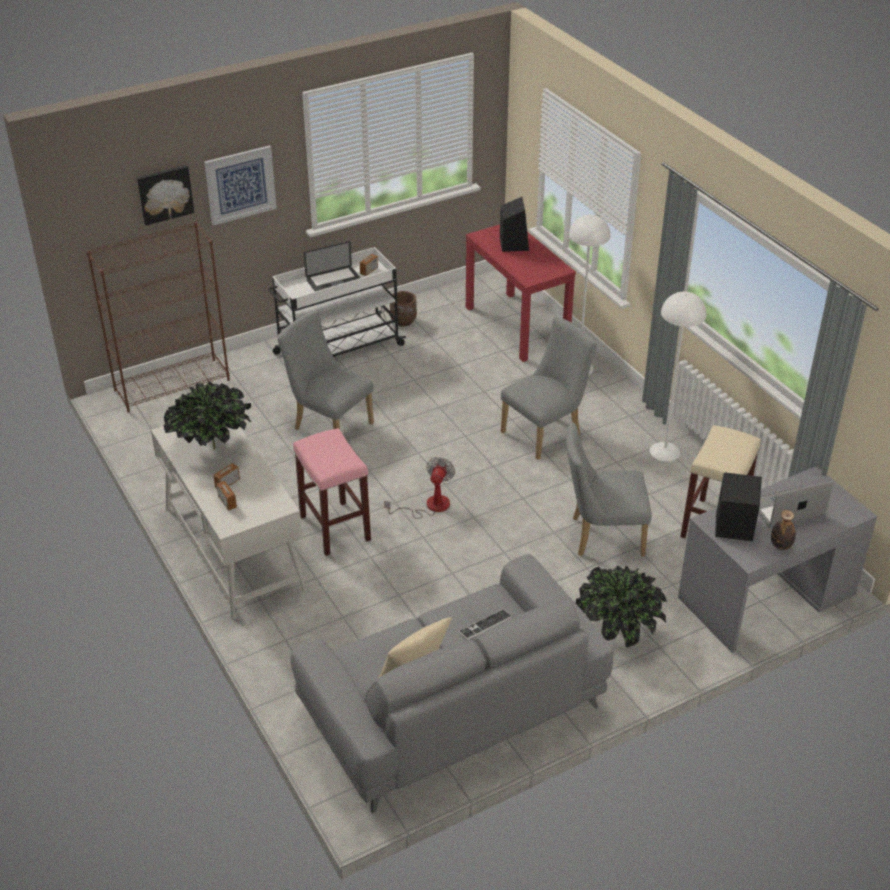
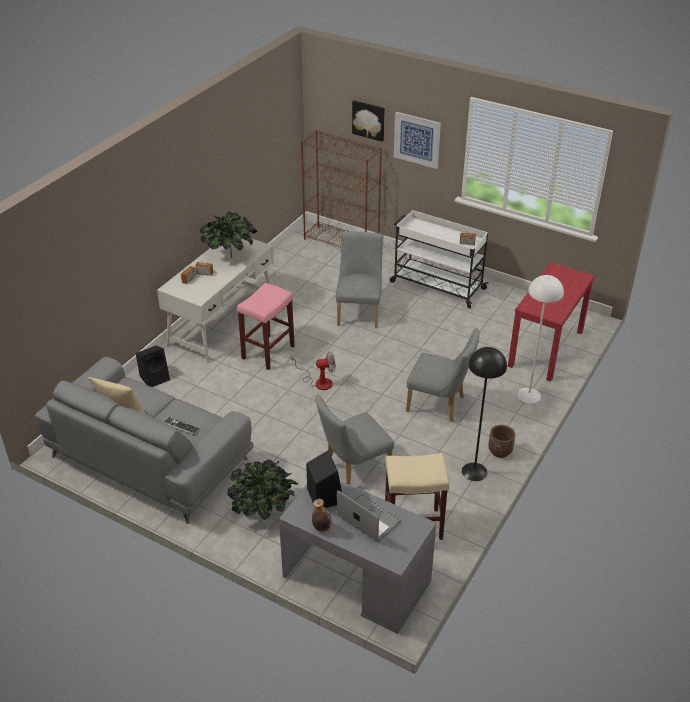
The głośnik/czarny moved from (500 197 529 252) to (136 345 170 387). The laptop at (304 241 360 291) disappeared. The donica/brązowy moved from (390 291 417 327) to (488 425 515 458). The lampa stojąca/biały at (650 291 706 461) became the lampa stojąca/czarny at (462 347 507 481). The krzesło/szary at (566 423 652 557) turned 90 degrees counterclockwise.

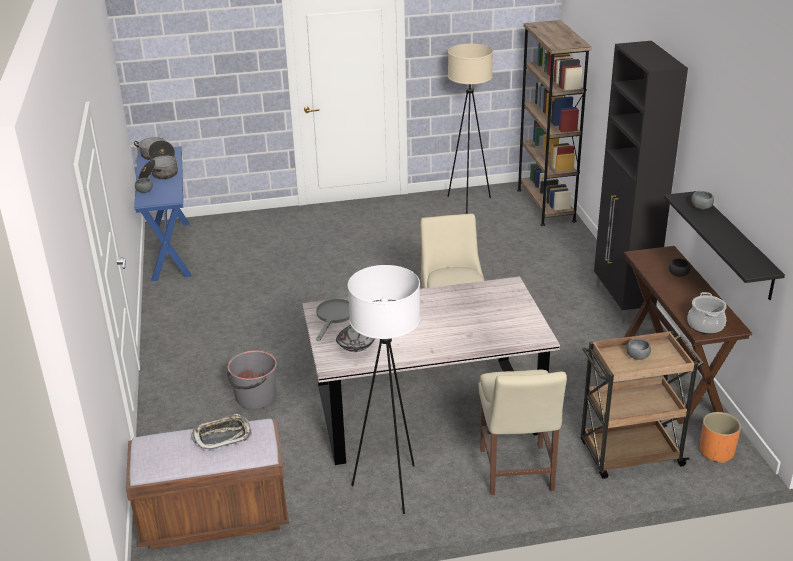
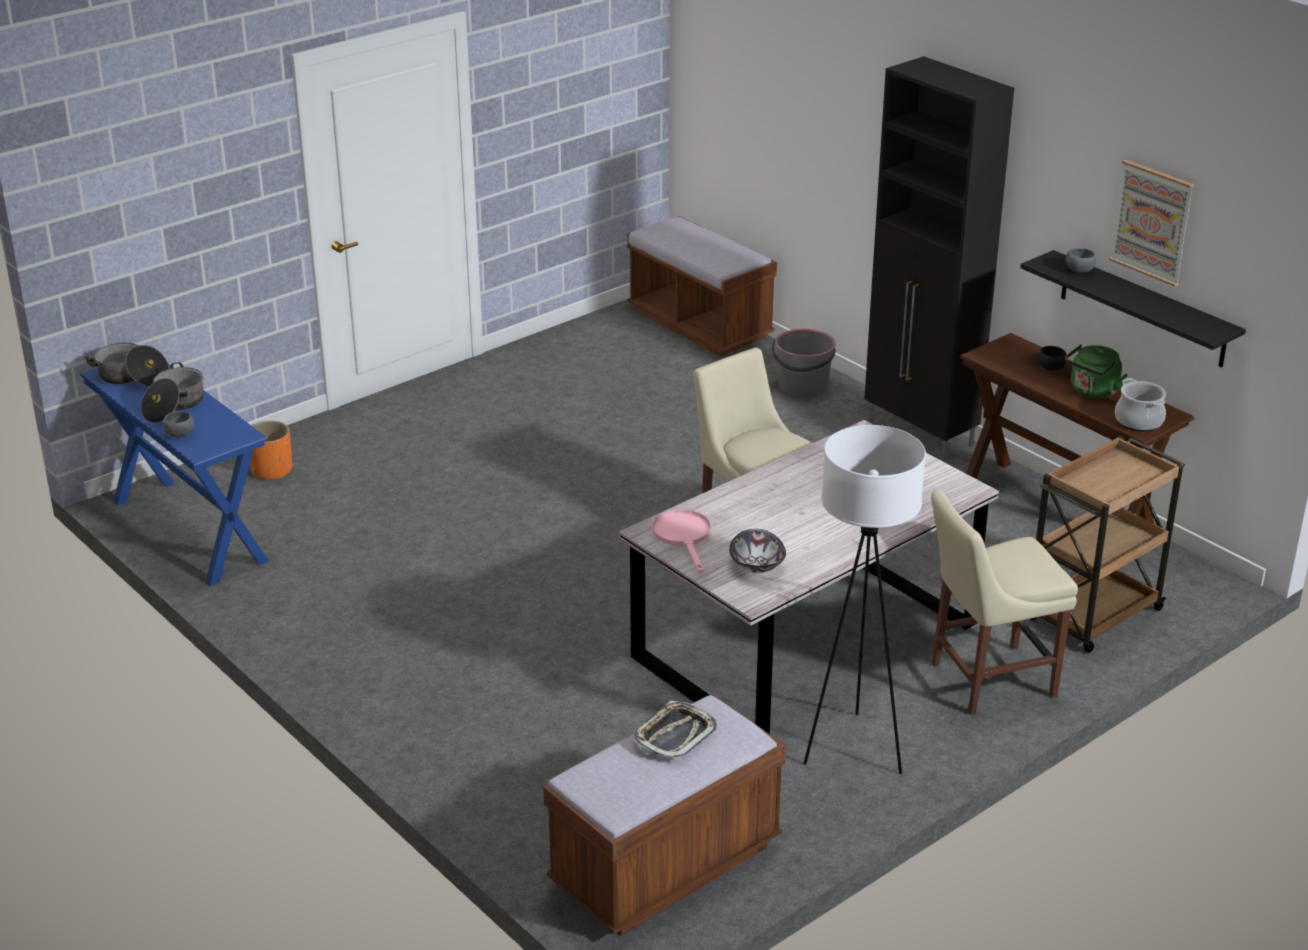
The regał/brązowy at (517 20 592 226) was replaced by the ławka/brązowy at (627 216 777 356). The lampa stojąca/beżowy at (448 44 493 214) disappeared. The patelnia/szary at (316 299 350 341) became the patelnia/różowy at (652 510 711 573). The miska/szary at (627 338 651 360) disappeared. The wiadro/szary moved from (227 350 277 409) to (772 329 836 398). The krzesło/beżowy at (478 370 567 495) turned 105 degrees clockwise. The donica/pomarańczowy moved from (700 412 741 463) to (250 421 292 479). The obraz at (1109 160 1194 287) appeared. The czajnik/zielony at (1065 344 1128 398) appeared.

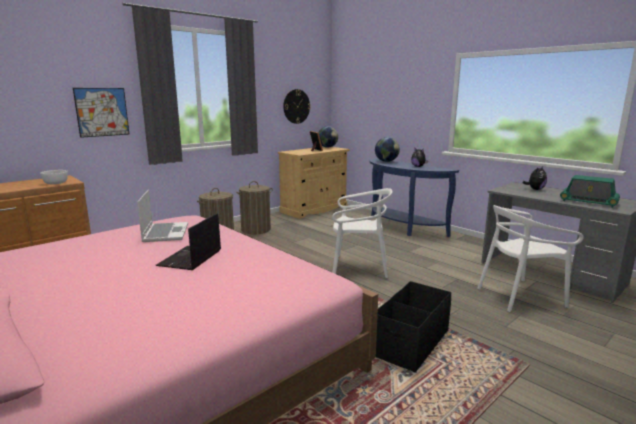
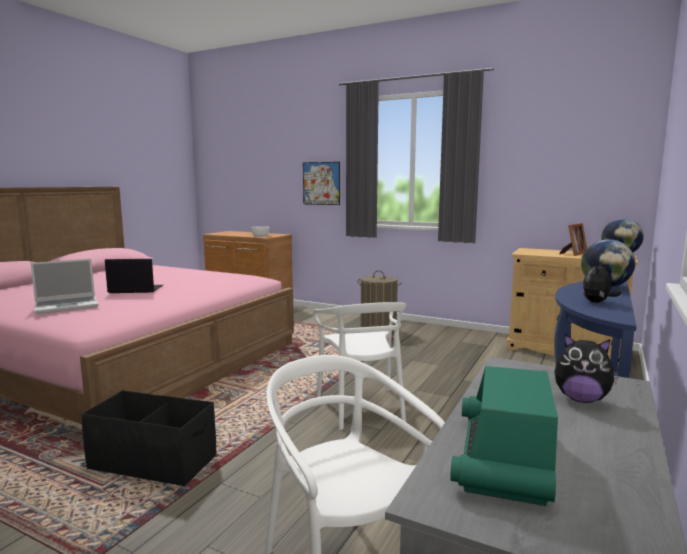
The zegar ścienny at (283 89 311 124) disappeared. The kosz na pranie at (236 181 273 234) disappeared. The laptop moved from (137 190 188 242) to (31 259 99 314).

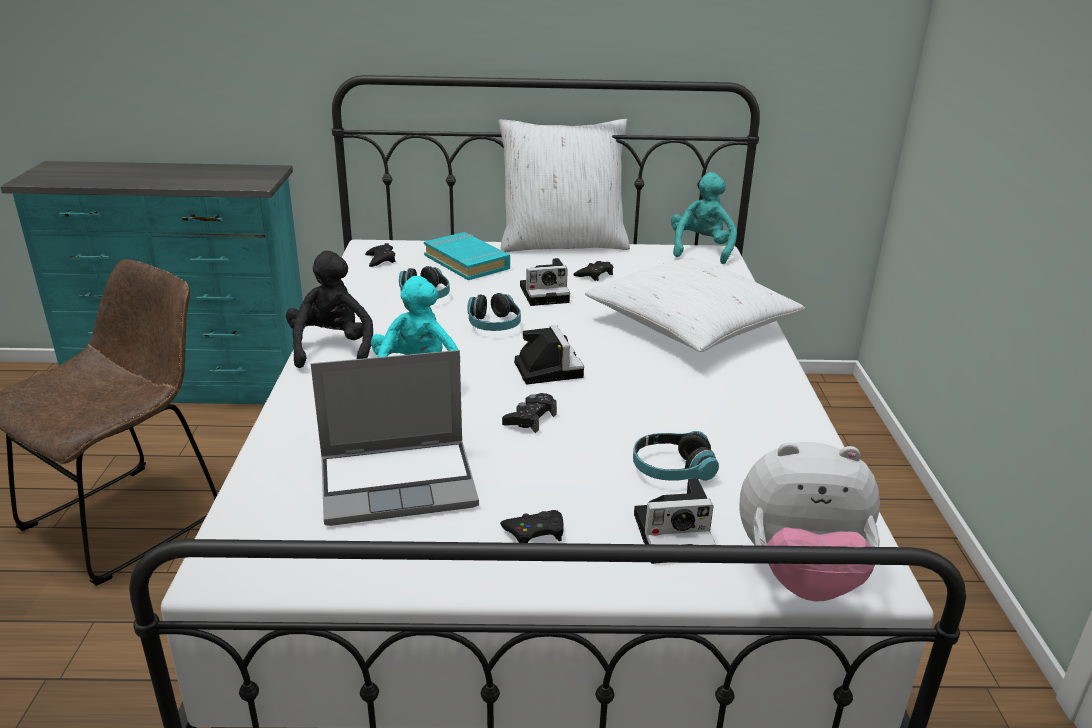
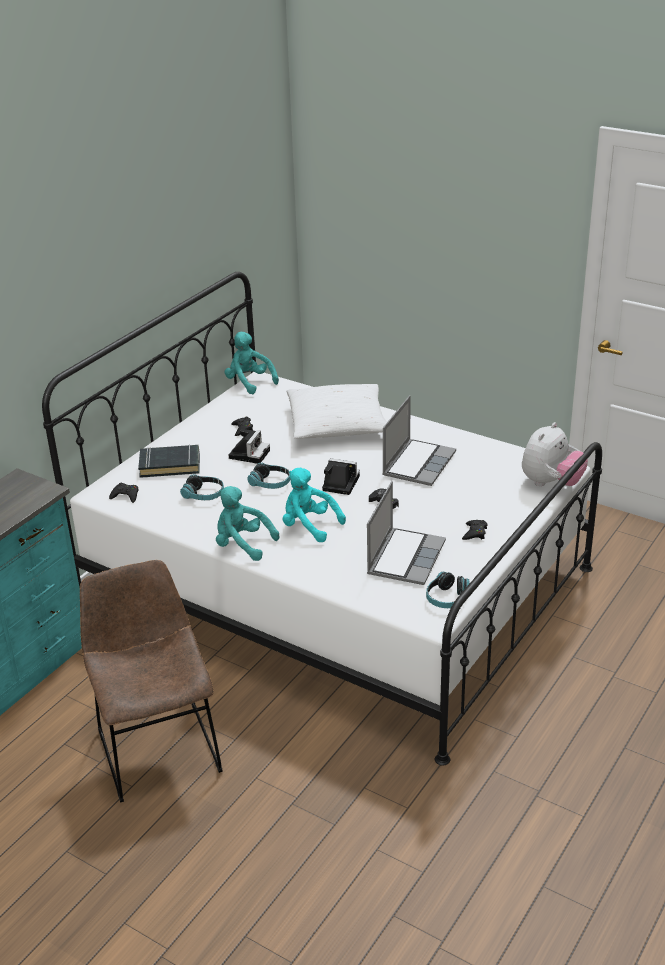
The poduszka/biały at (498 119 630 253) disappeared. The książka/turkusowy at (424 232 510 280) became the książka/czarny at (138 444 200 478). The pluszak/czarny at (286 251 373 368) became the pluszak/turkusowy at (216 486 279 561). The słuchawki moved from (633 431 719 481) to (426 572 469 608). The aparat fotograficzny at (634 478 716 564) disappeared. The laptop at (382 395 456 486) appeared.

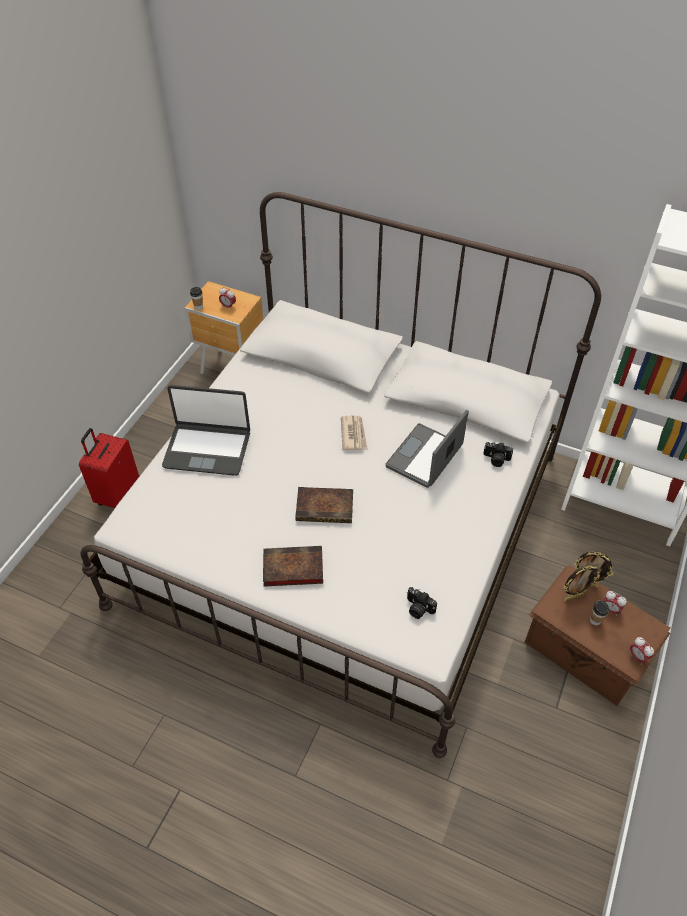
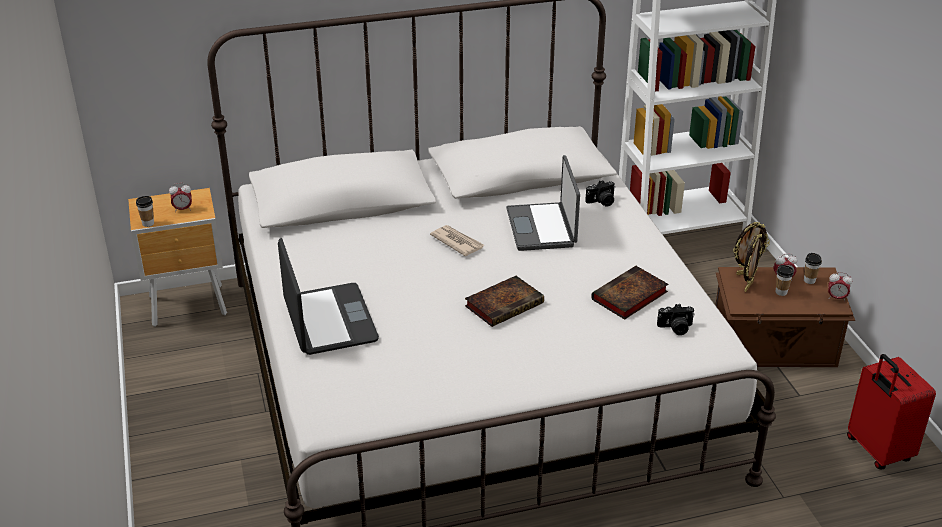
The laptop at (162 385 250 476) turned 75 degrees counterclockwise. The walizka/czerwony moved from (79 428 139 508) to (847 354 936 469). The książka moved from (263 546 323 587) to (591 266 668 320). The filiżanka at (804 253 822 284) appeared.

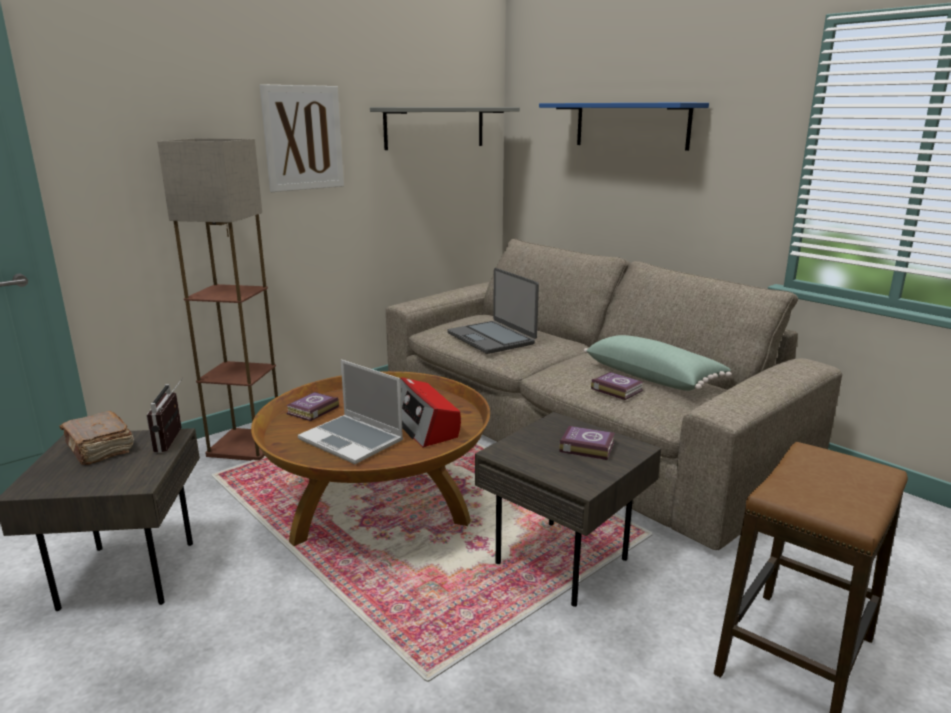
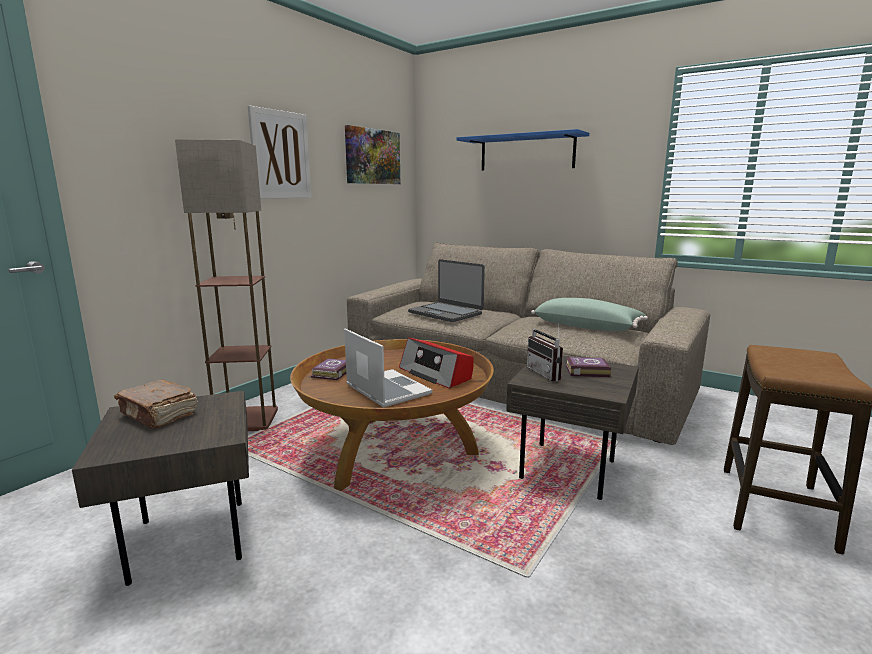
The półka/szary at (370 107 520 150) was replaced by the obraz at (345 125 400 184). The laptop at (298 360 403 464) turned 150 degrees counterclockwise. The książka at (591 372 643 400) disappeared. The radio moved from (146 378 183 453) to (527 320 563 382).

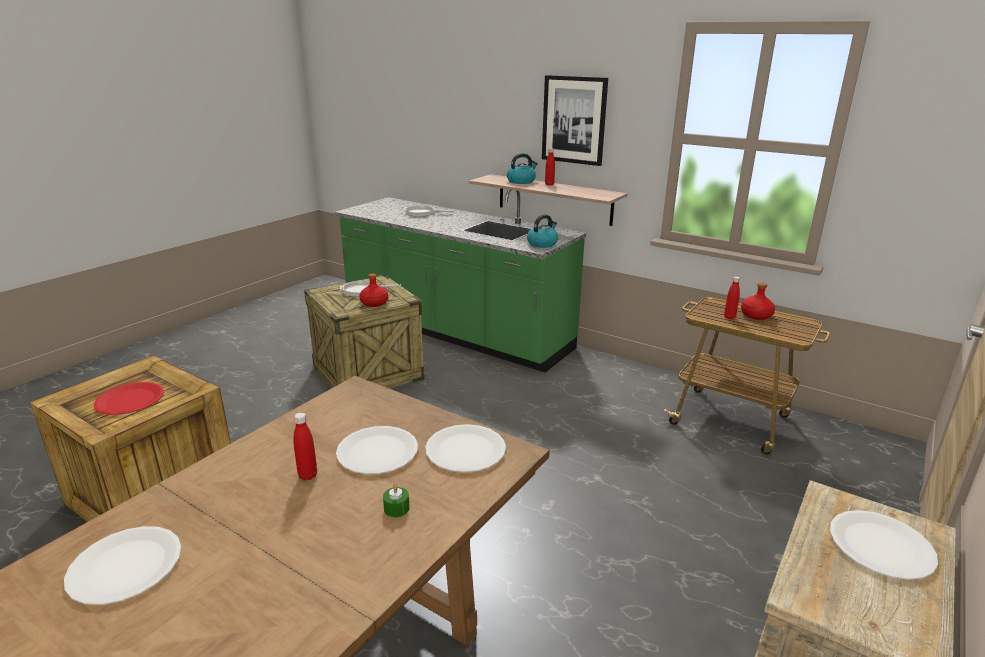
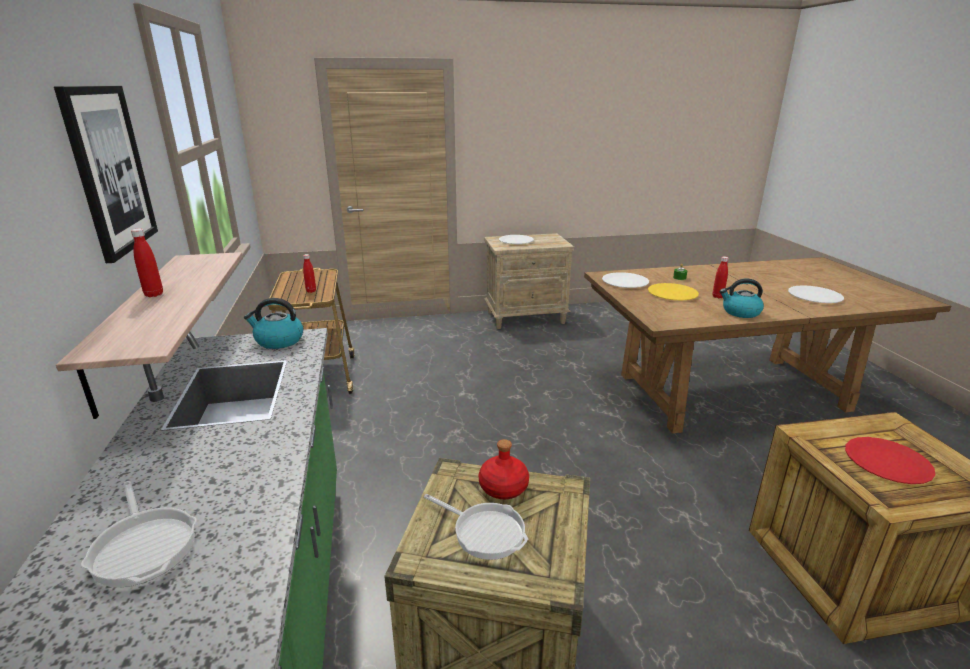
The czajnik moved from (507 153 538 184) to (720 279 764 318). The butelka/czerwony at (741 283 775 320) disappeared. The talerz/biały at (336 426 418 474) became the talerz/żółty at (648 283 699 300).

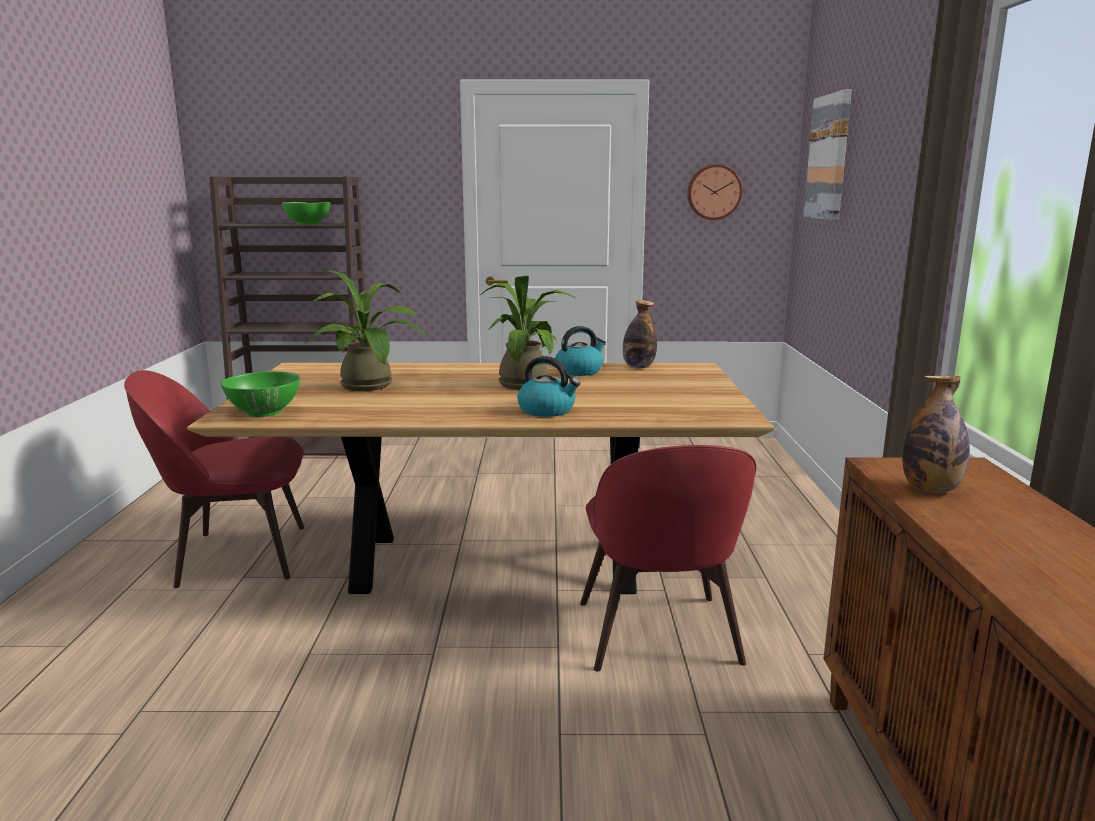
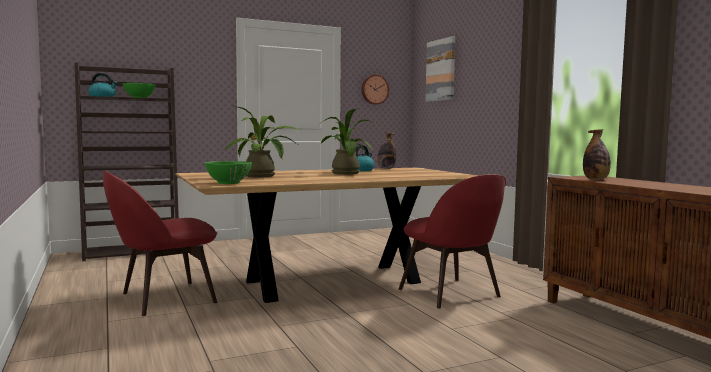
The czajnik moved from (517 356 580 417) to (88 73 118 97).

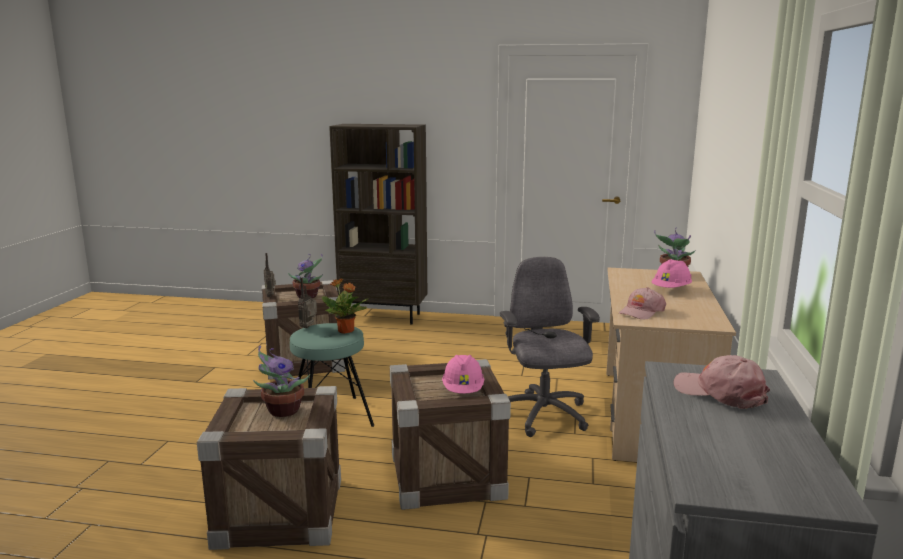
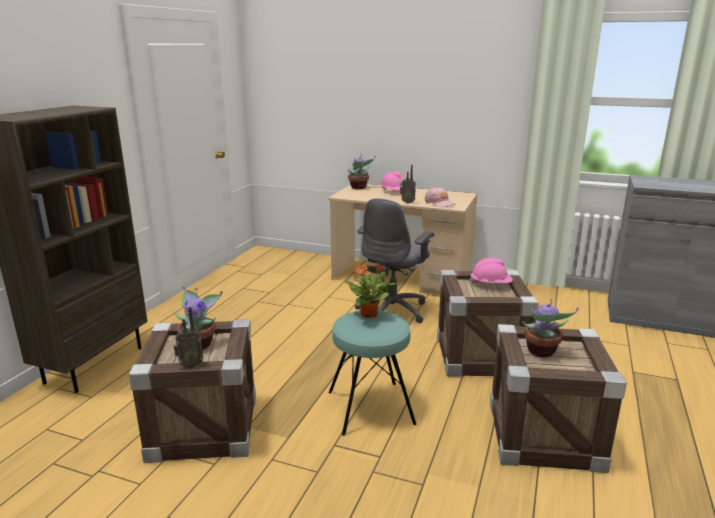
The krzesło biurowe/szary at (500 257 600 437) turned 60 degrees counterclockwise. The radio moved from (298 278 317 328) to (400 165 416 204). The czapka z daszkiem/różowy at (673 355 770 409) disappeared.

